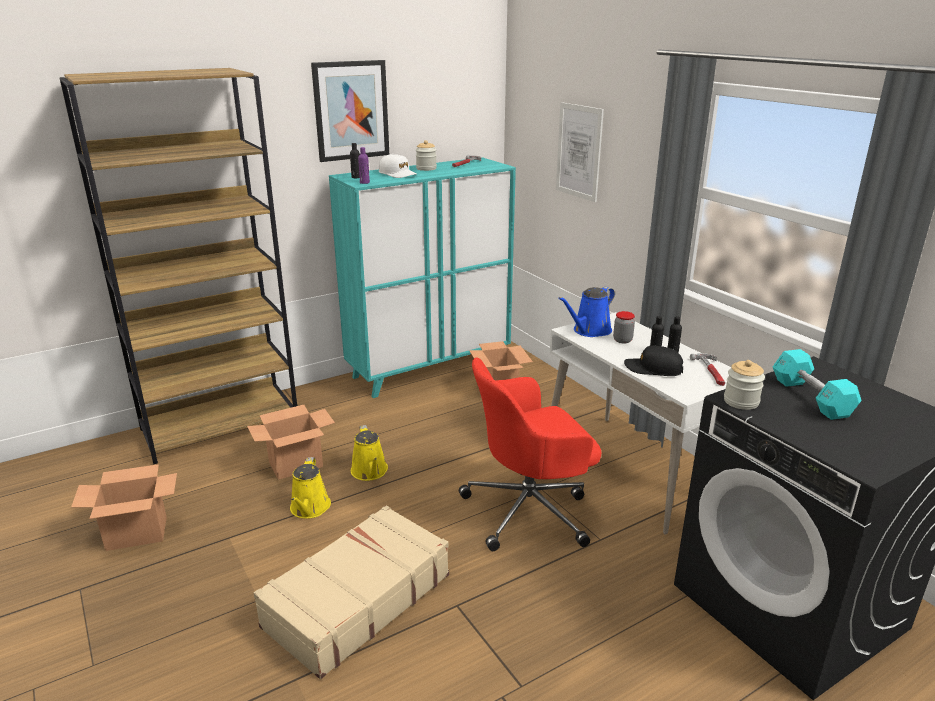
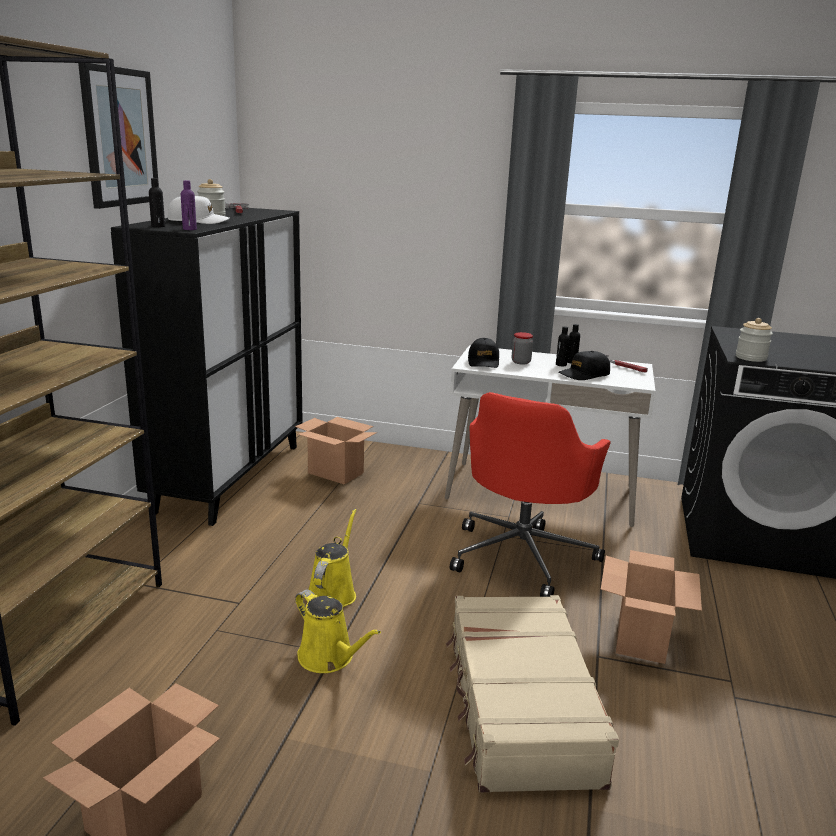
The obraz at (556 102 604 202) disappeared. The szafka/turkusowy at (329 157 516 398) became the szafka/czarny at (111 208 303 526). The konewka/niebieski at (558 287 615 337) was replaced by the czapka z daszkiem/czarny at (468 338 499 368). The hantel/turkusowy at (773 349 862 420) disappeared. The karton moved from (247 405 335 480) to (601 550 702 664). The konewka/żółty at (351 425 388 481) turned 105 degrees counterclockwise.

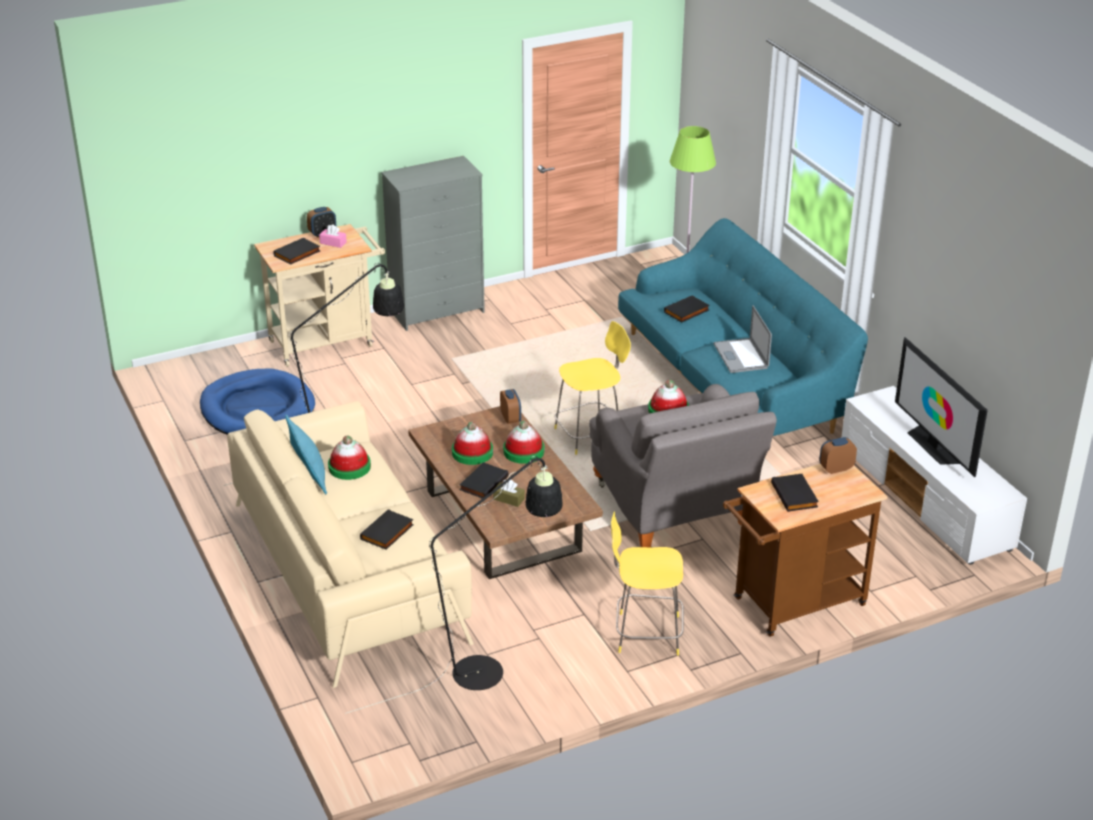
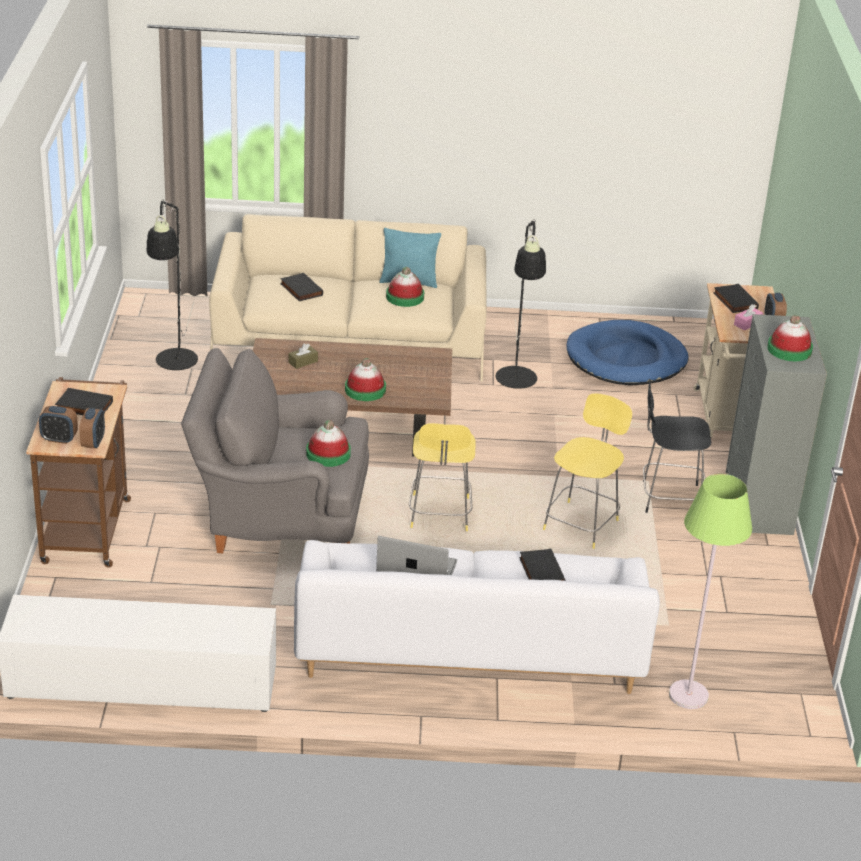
The kanapa/turkusowy at (618 218 868 436) became the kanapa/biały at (294 540 660 694). The telewizor at (895 337 988 477) disappeared. The budzik moved from (500 389 521 424) to (39 406 78 444). The kapelusz moved from (452 422 493 465) to (767 315 813 361). The książka/czarny at (459 462 509 498) disappeared. The stołek/żółty moved from (611 511 684 656) to (543 393 632 549). The stołek/czarny at (643 379 711 513) appeared.

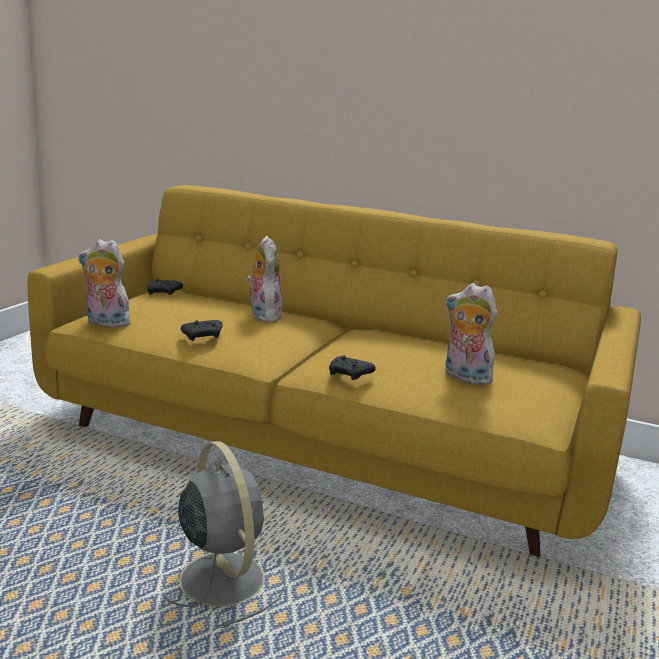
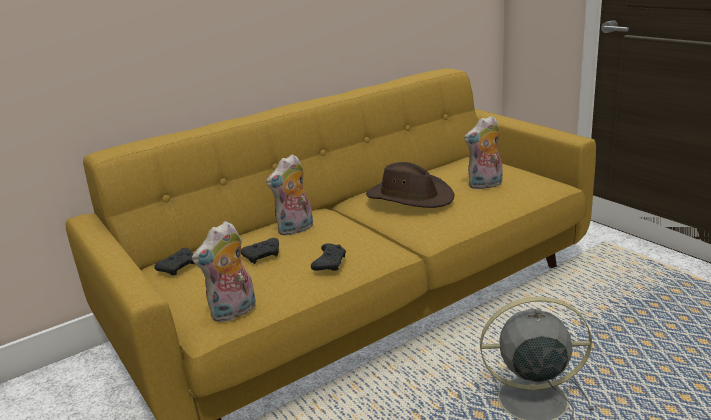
The pluszak at (246 236 282 322) turned 60 degrees counterclockwise. The pad do gier/czarny moved from (329 356 376 380) to (241 238 279 264). The kapelusz/brązowy at (366 162 454 208) appeared.

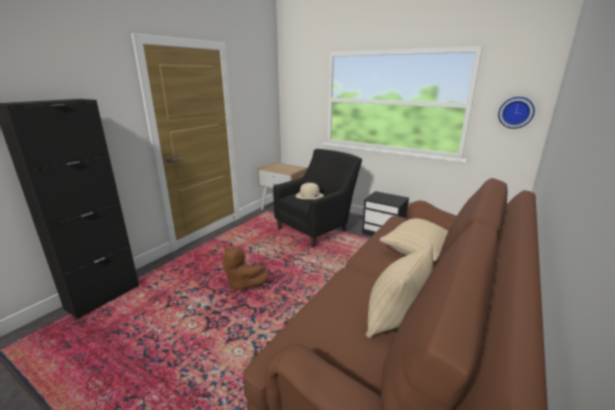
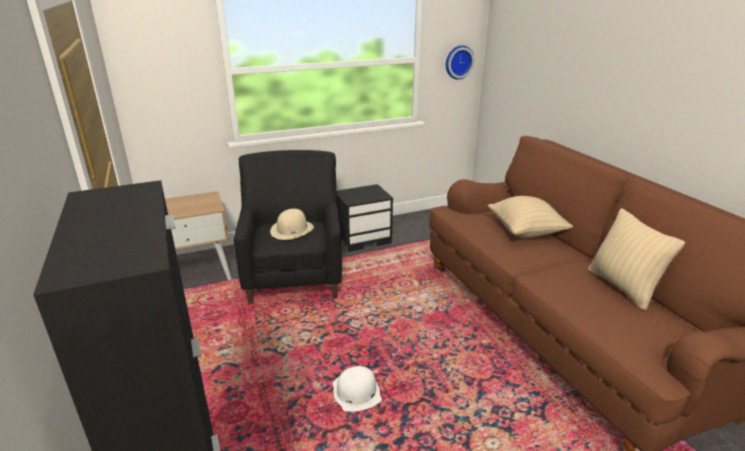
The pluszak/brązowy at (222 246 267 292) was replaced by the kapelusz/biały at (332 366 382 412).

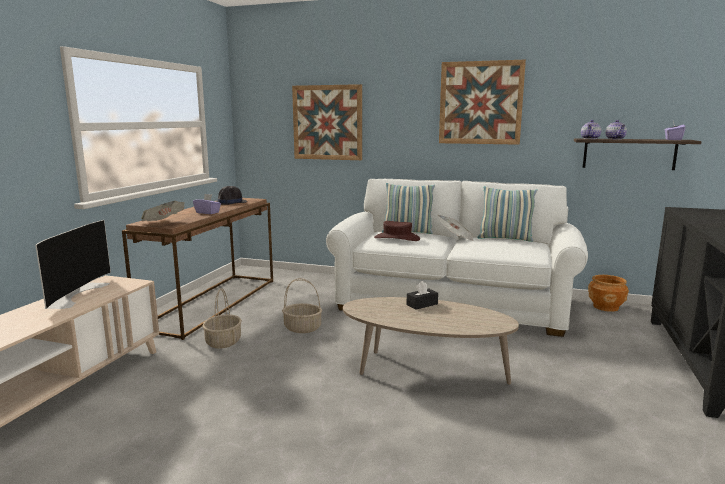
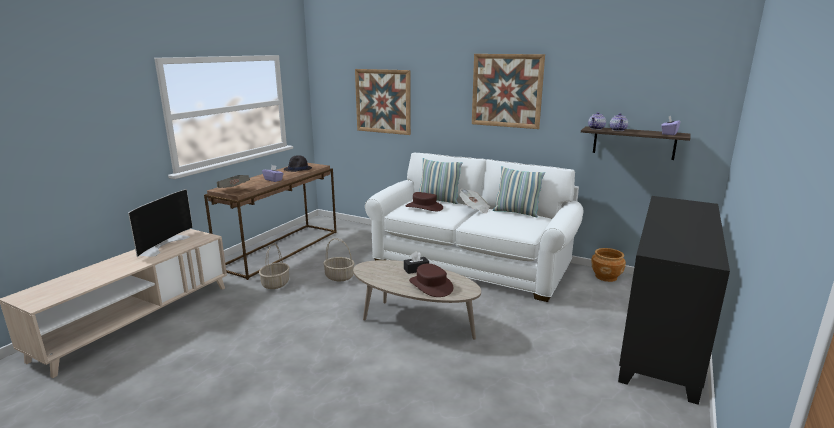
The kapelusz/brązowy at (409 264 453 297) appeared.

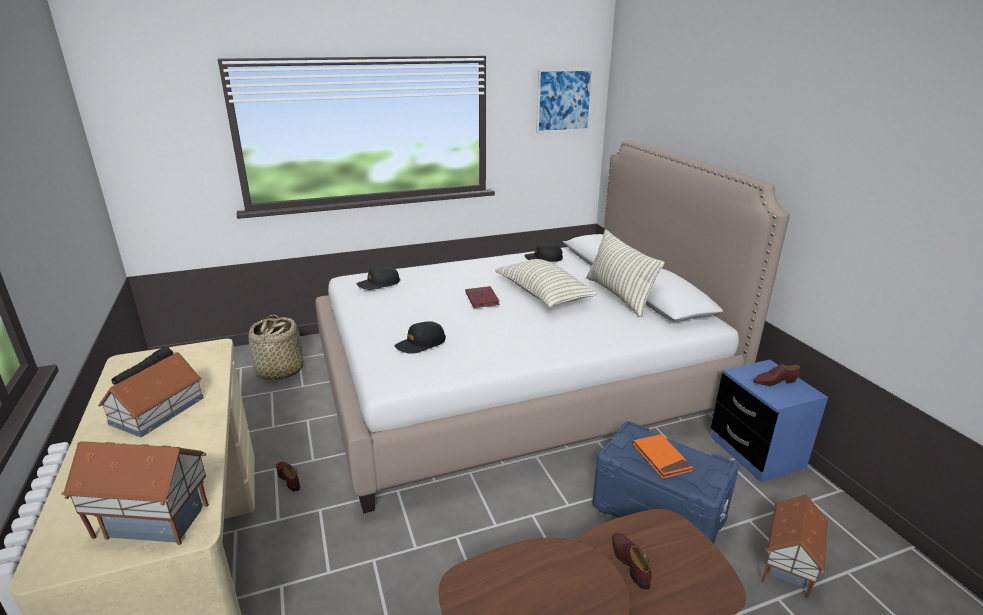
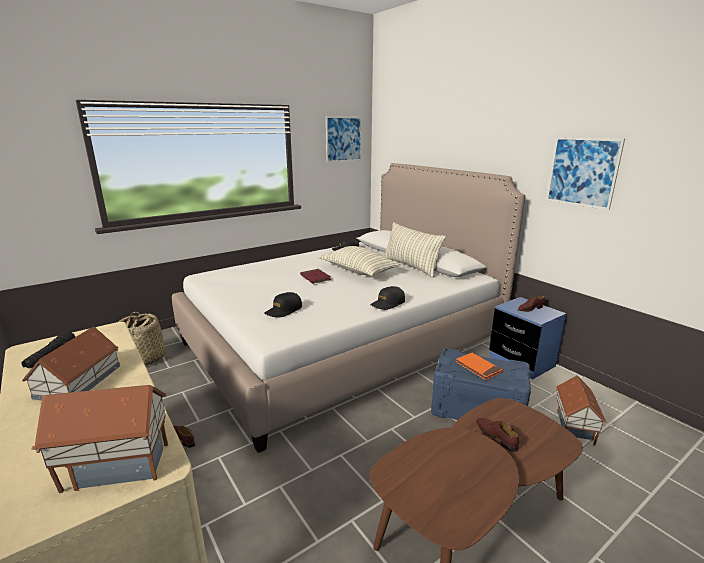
The czapka z daszkiem/czarny moved from (357 266 400 290) to (370 286 405 310). The obraz at (546 137 625 210) appeared.

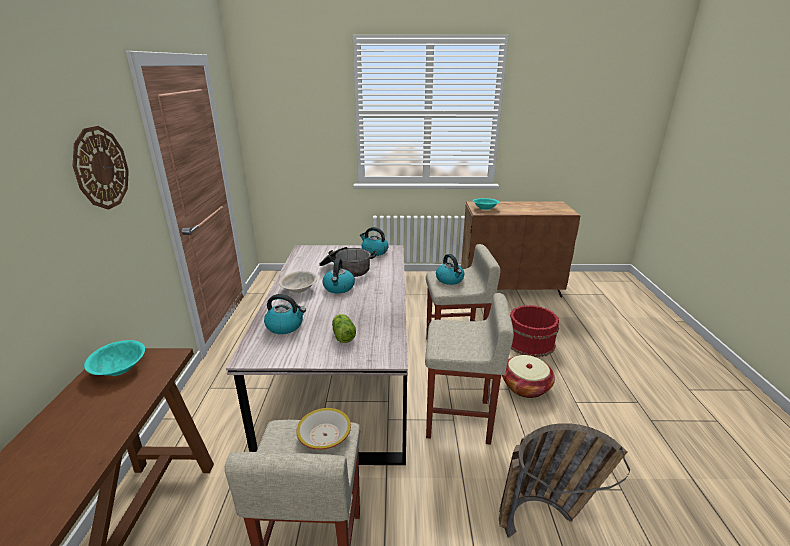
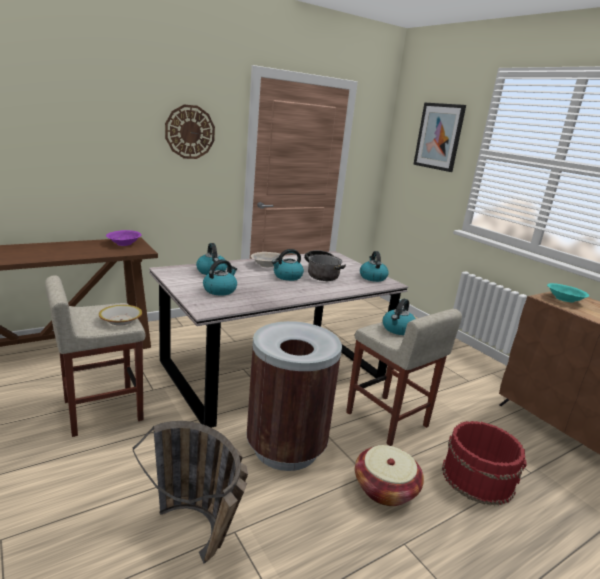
The stołek/beżowy at (425 293 514 445) was replaced by the kosz na śmieci/brązowy at (246 321 342 471). The sałata at (332 314 356 343) was replaced by the czajnik at (203 259 237 296). The miska/turkusowy at (84 340 145 376) became the miska/fioletowy at (106 230 142 246). The obraz at (413 103 466 172) appeared.

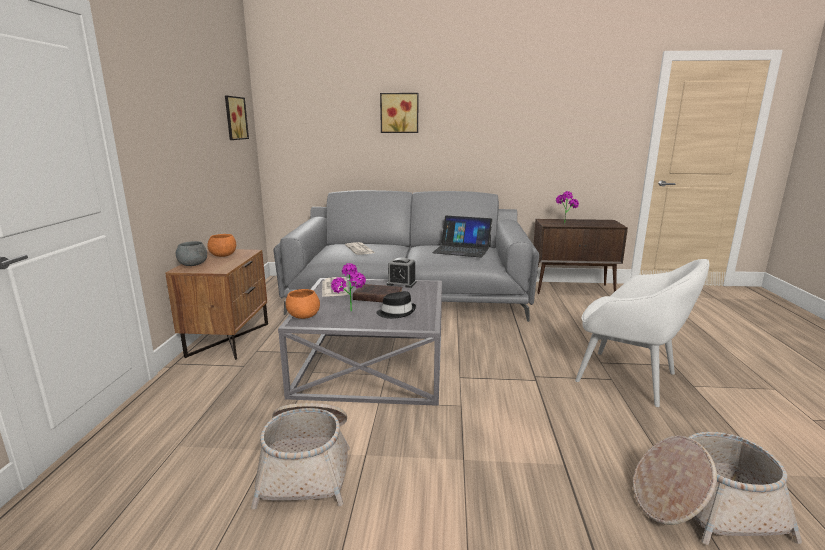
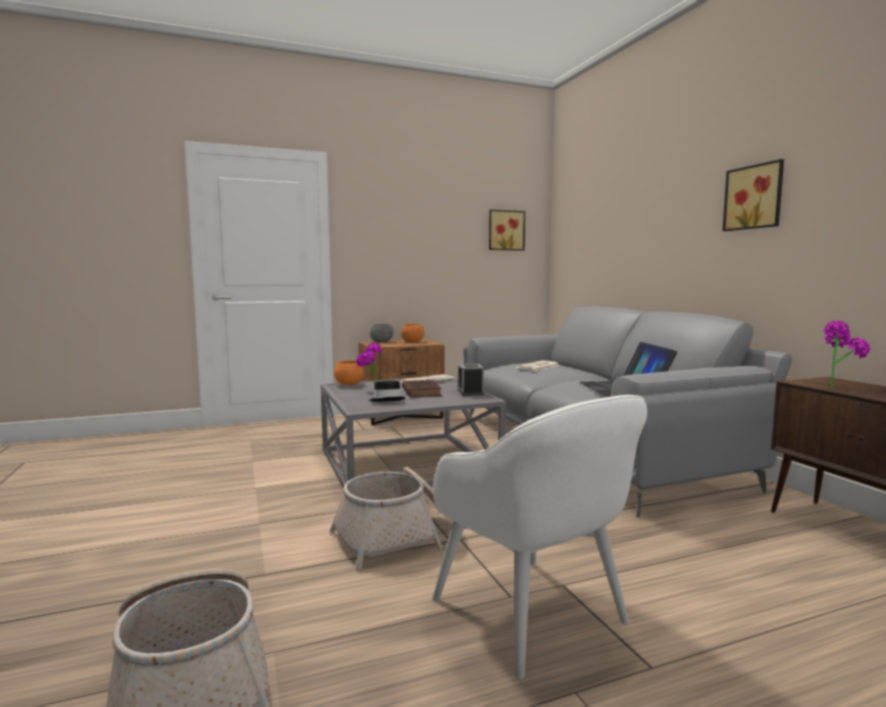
The obraz moved from (380 93 418 133) to (723 159 784 231). The fotel/biały at (575 259 709 407) turned 45 degrees counterclockwise. The koszyk moved from (251 403 350 510) to (330 467 453 569).

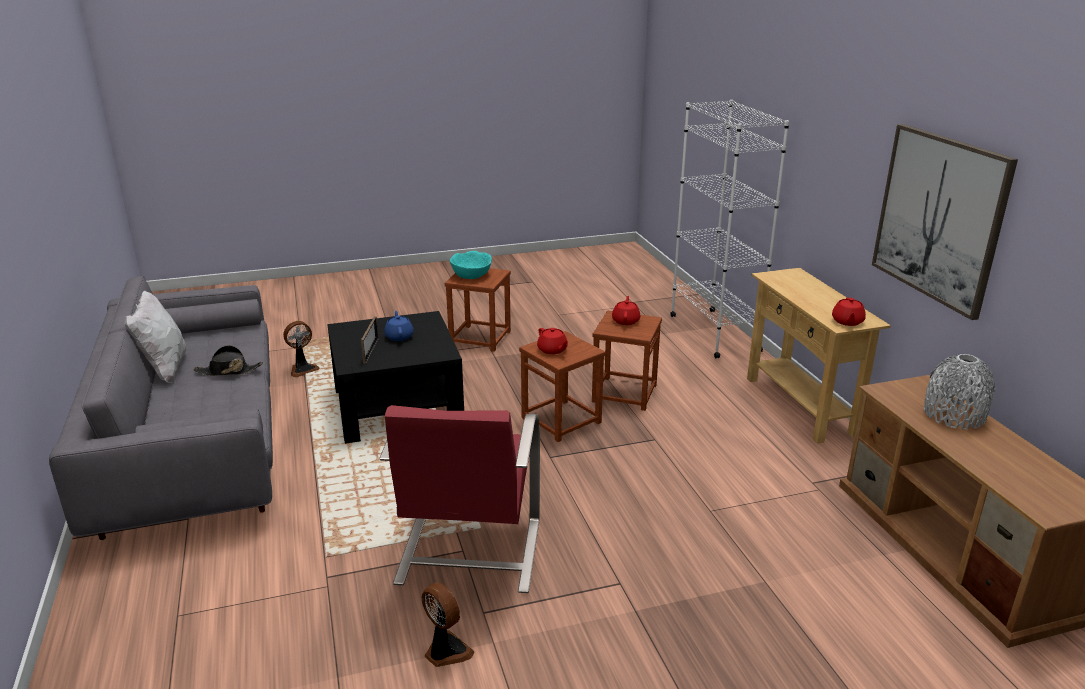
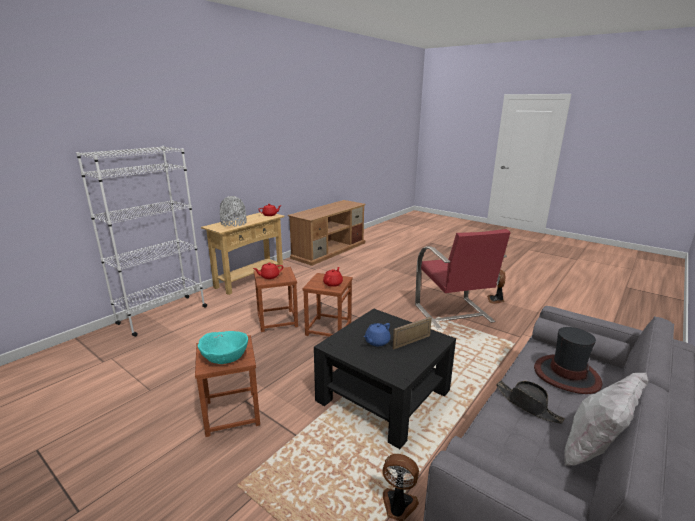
The obraz at (872 124 1018 320) disappeared. The wazon/szary moved from (924 354 995 429) to (220 196 247 227). The fotel/czerwony at (379 405 540 593) turned 105 degrees clockwise. The kapelusz at (534 327 602 394) appeared.

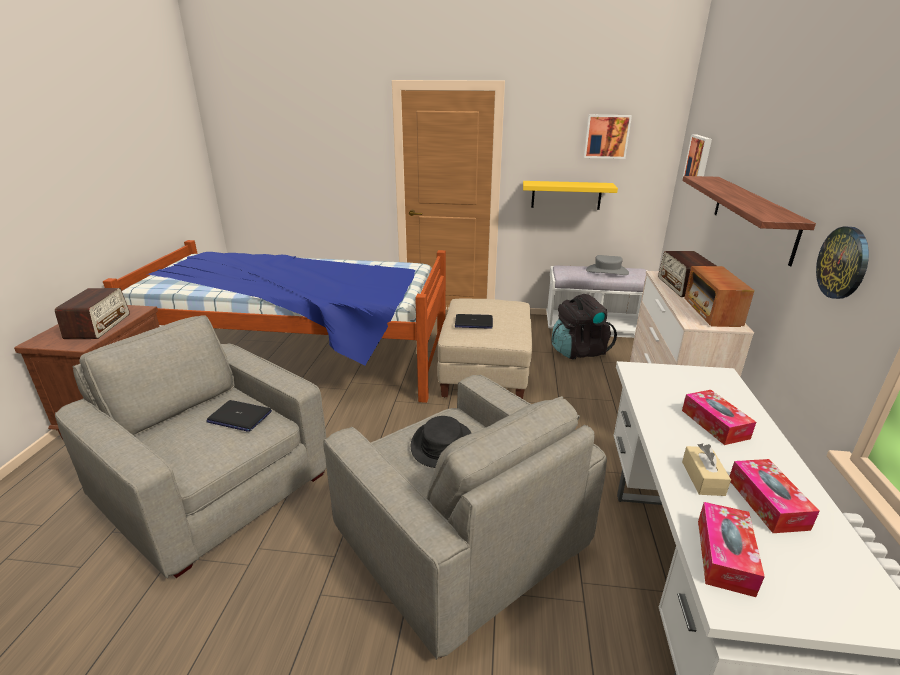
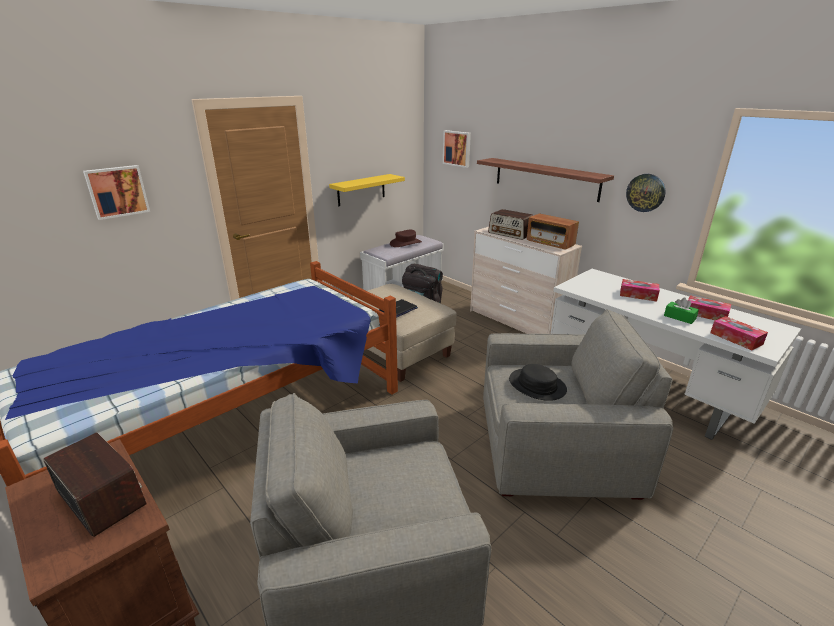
The obraz moved from (584 115 632 159) to (83 165 150 220). The kapelusz/szary at (586 255 629 275) became the kapelusz/brązowy at (390 230 422 247). The laptop at (206 400 272 432) disappeared. The pudełko chusteczek/beżowy at (682 443 731 496) became the pudełko chusteczek/zielony at (664 298 699 324).

